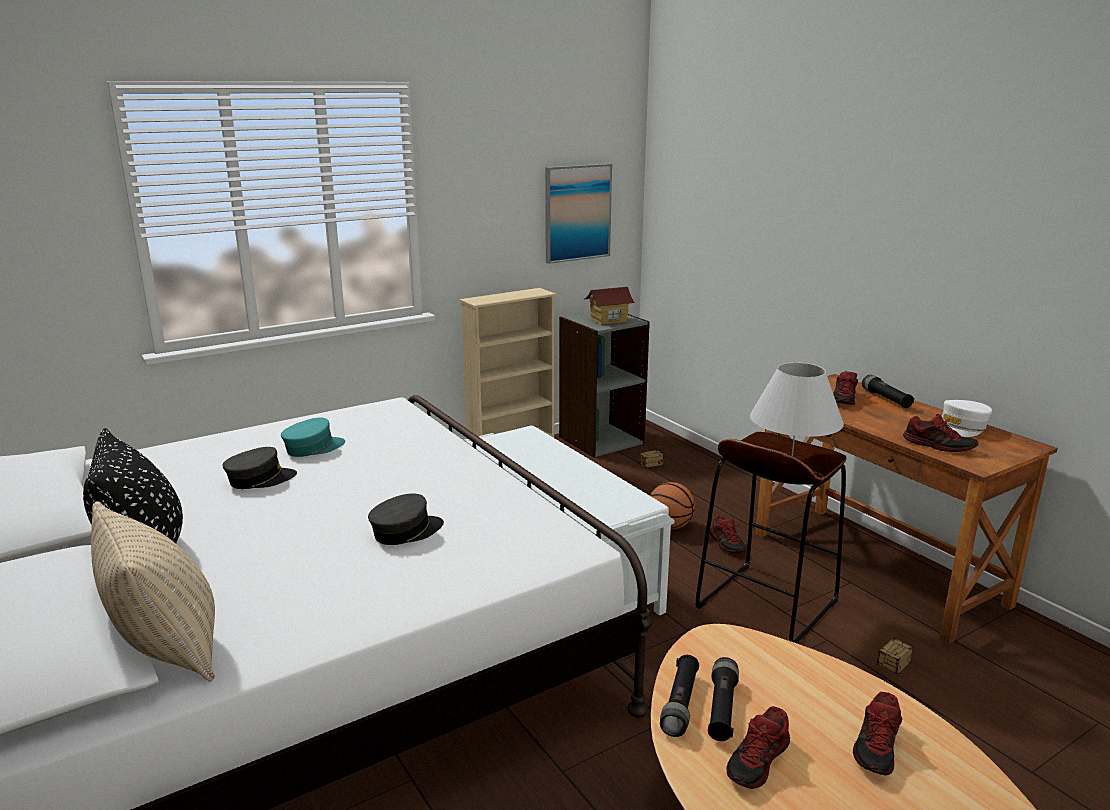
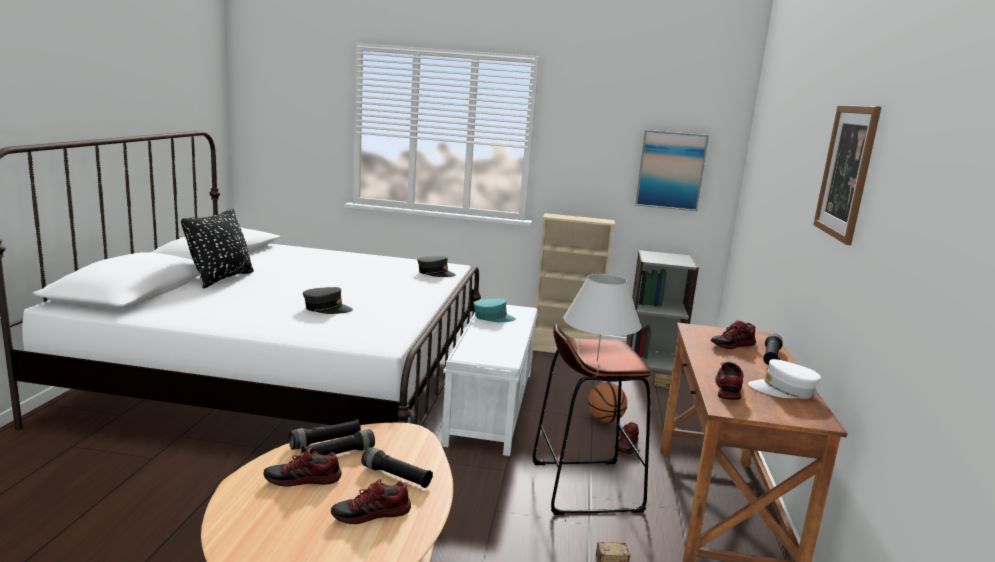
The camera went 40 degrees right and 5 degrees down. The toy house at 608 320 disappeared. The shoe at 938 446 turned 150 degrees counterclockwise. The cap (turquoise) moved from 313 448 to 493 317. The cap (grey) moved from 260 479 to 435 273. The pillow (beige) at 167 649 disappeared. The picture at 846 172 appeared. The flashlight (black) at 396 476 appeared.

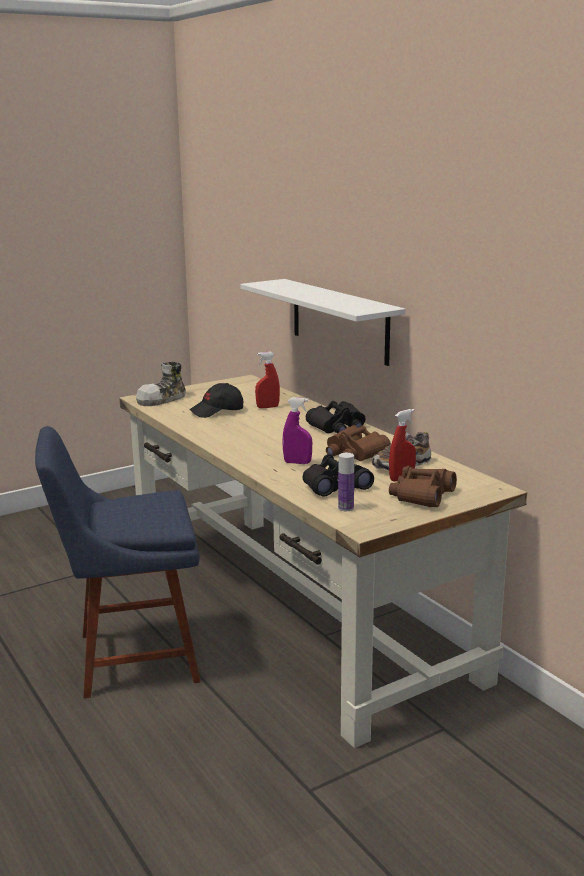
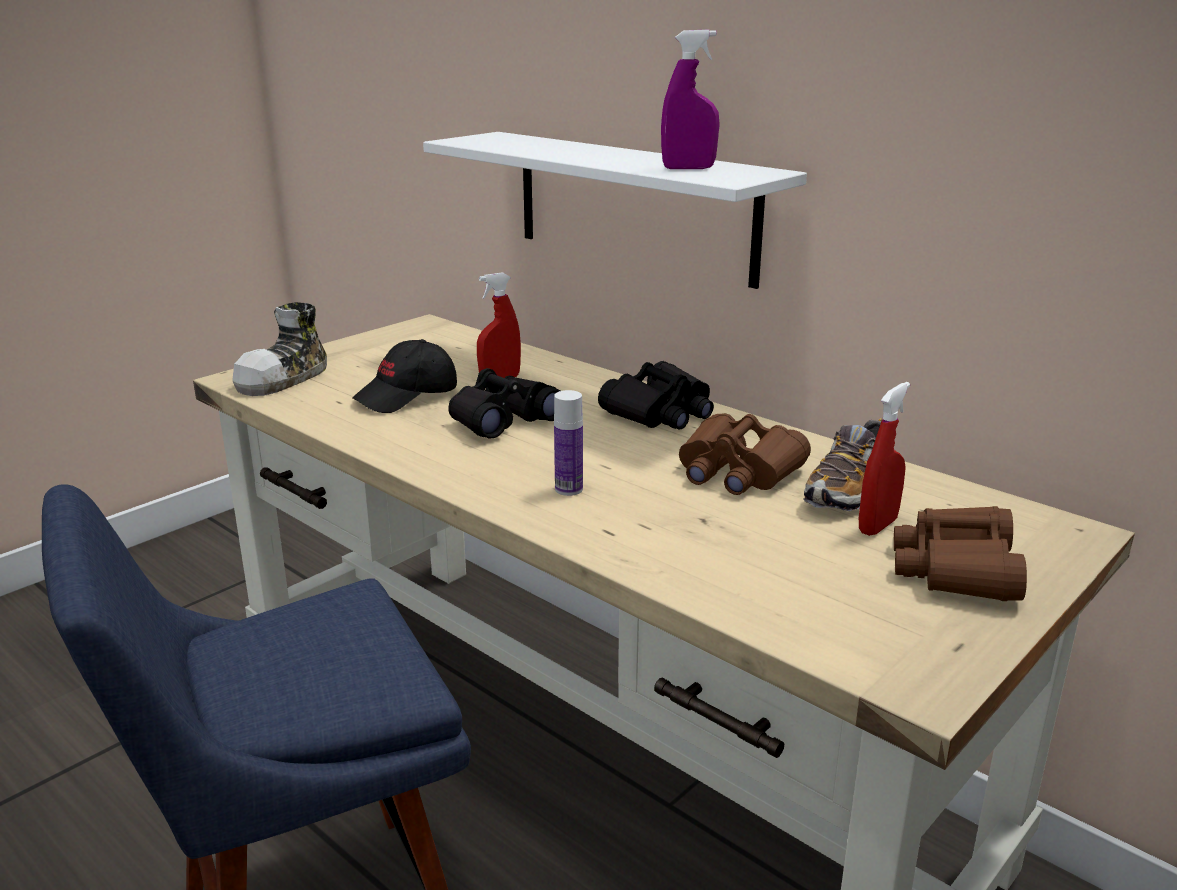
The camera went 15 degrees left and 5 degrees up. The spray bottle (purple) moved from 297 463 to 688 168. The bottle moved from 345 508 to 569 489. The binoculars (black) moved from 335 486 to 502 420.

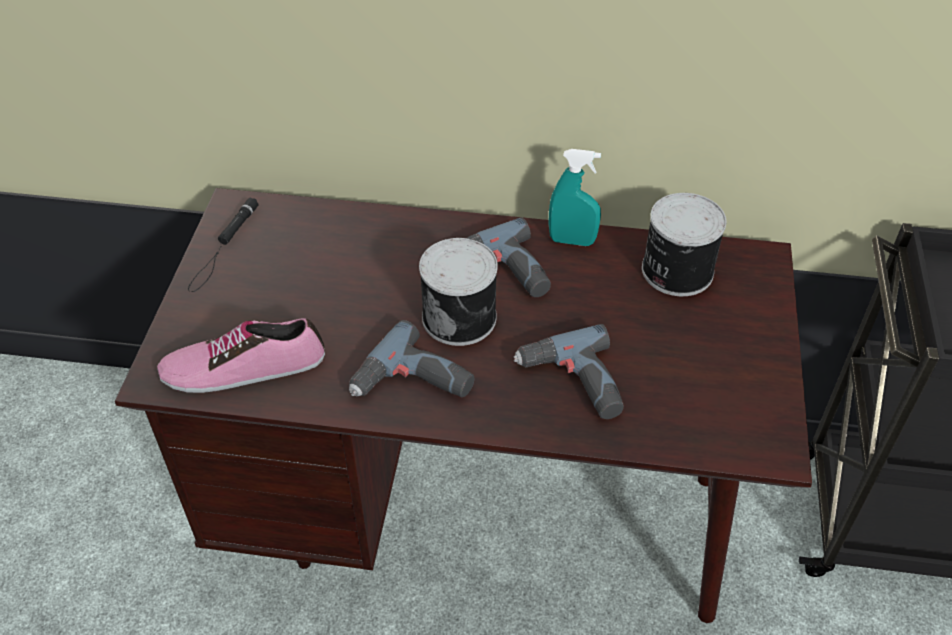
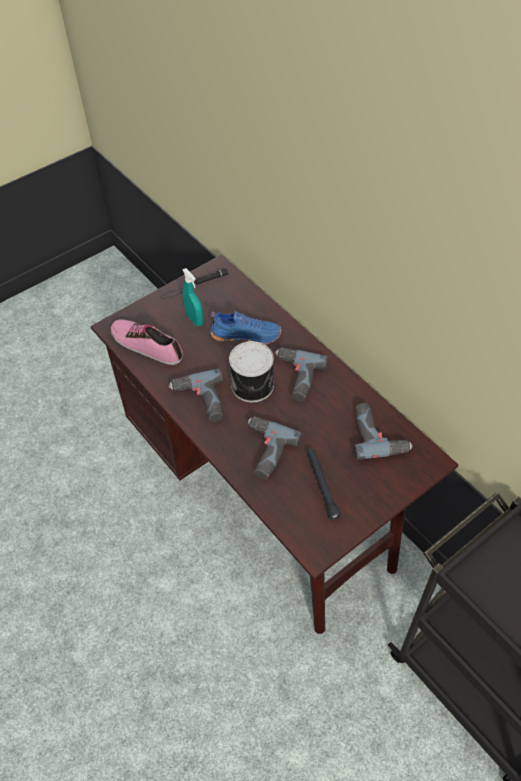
The camera went 45 degrees right and 5 degrees up. The spray bottle (turquoise) moved from 572 241 to 194 319. The can at 675 270 was replaced by the power drill at 378 434. The shoe (blue) at 246 334 appeared. The flashlight (black) at 322 485 appeared.

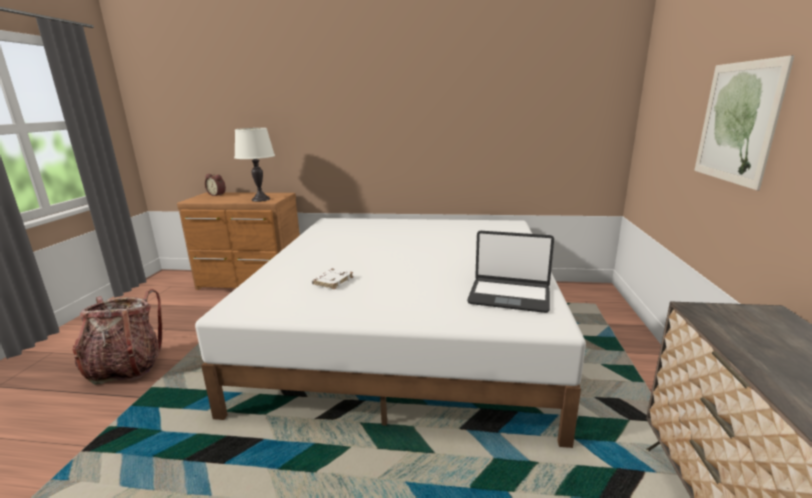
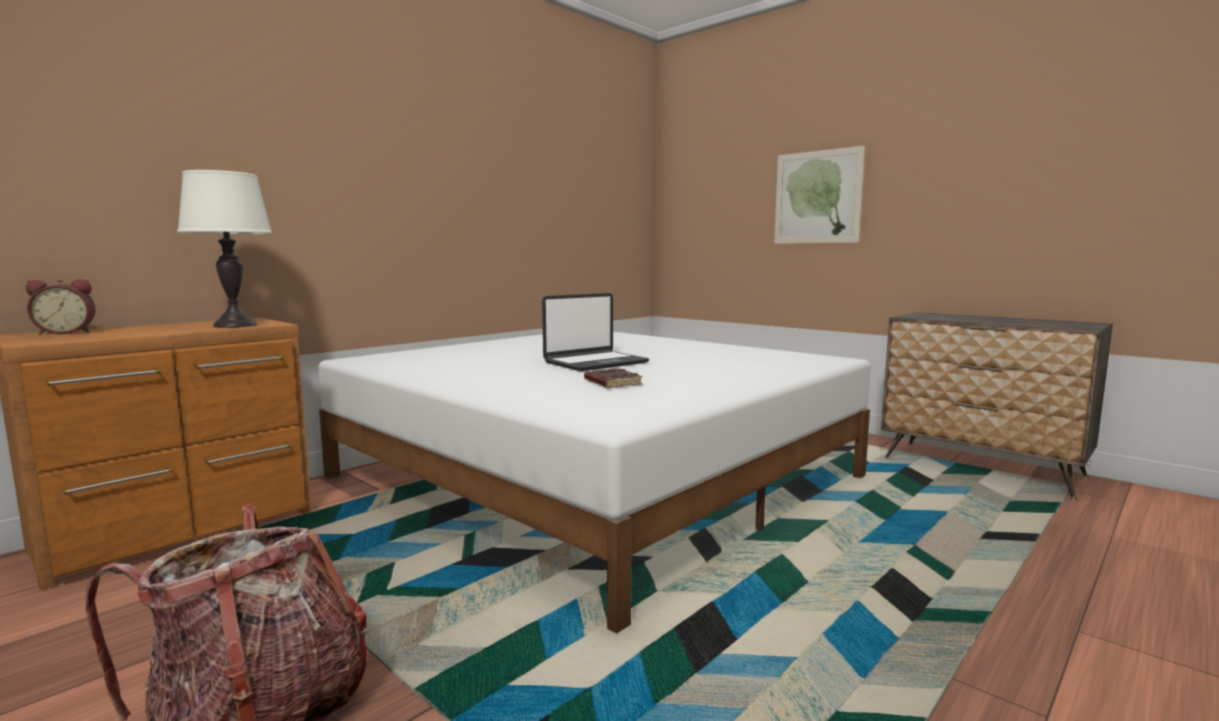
The camera went 55 degrees left and 10 degrees down. The laptop moved from 509 296 to 595 362. The book (white) at 332 281 became the book (brown) at 611 383.

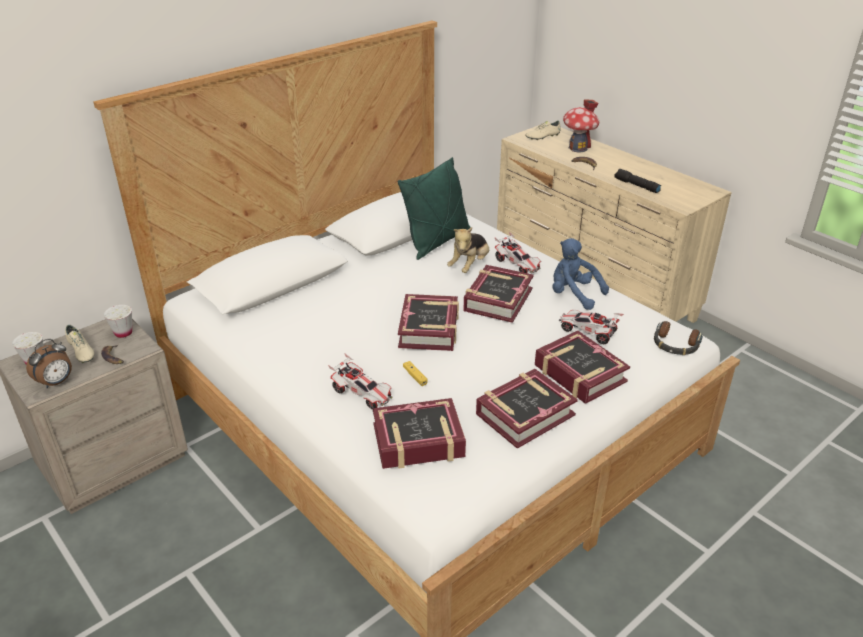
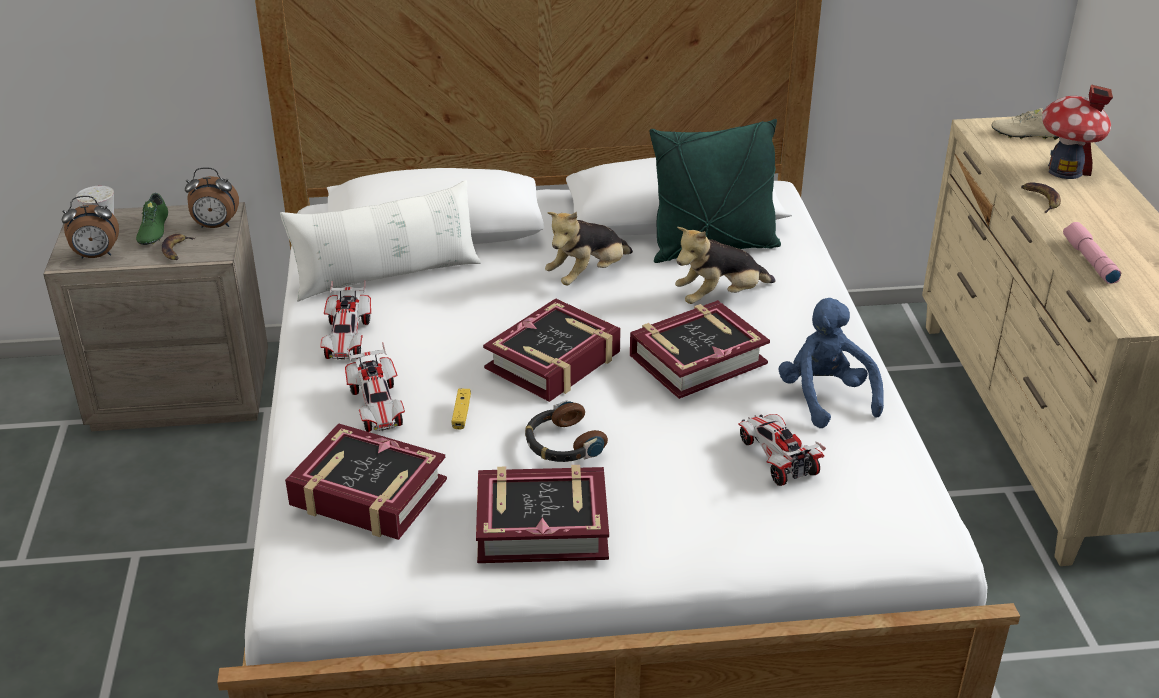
The camera went 35 degrees right and 0 degrees up. The flashlight (black) at 636 186 became the flashlight (pink) at 1089 261. The toy car moved from 517 264 to 347 339. The cup (white) at 123 333 was replaced by the alarm clock at 215 226. The headphones moved from 675 345 to 562 443. The shoe (beige) at 81 352 became the shoe (green) at 153 231. The book at 579 374 disappeared. The pillow (white) at 387 276 appeared. The plush toy at 588 275 appeared.

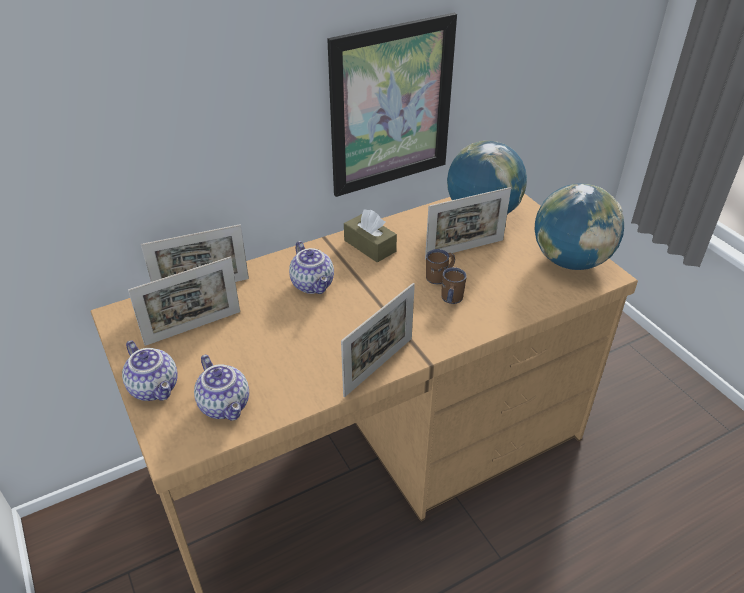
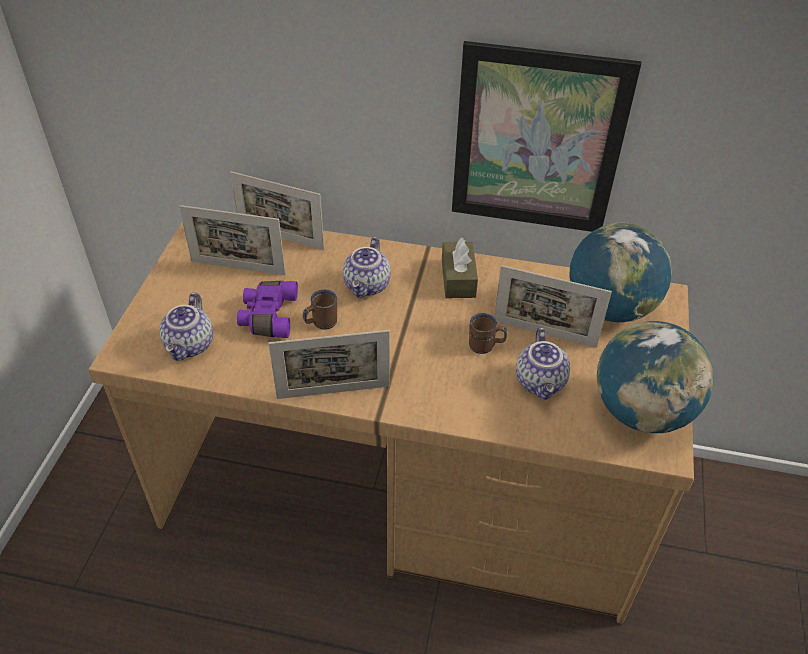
The camera went 40 degrees right and 5 degrees up. The mug (brown) moved from 451 300 to 320 323. The teapot moved from 155 387 to 541 382. The binoculars (purple) at 267 316 appeared.

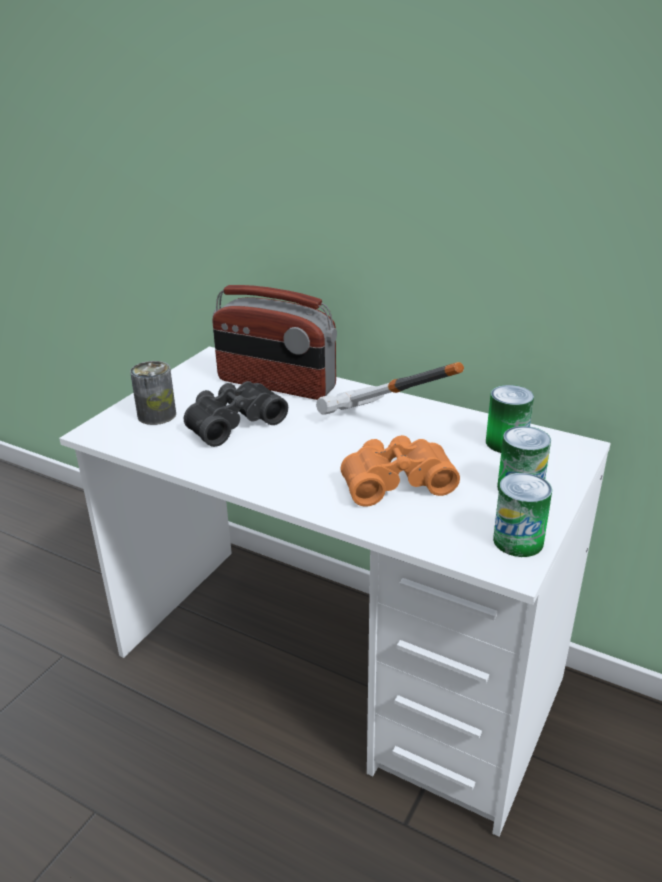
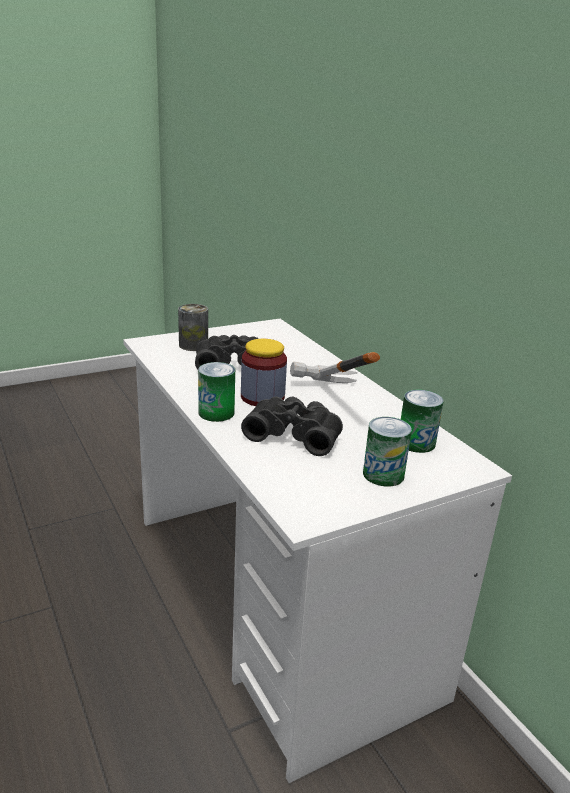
The camera went 30 degrees right and 5 degrees down. The radio at 276 385 disappeared. The binoculars (orange) at 395 481 became the binoculars (black) at 294 434. The can moved from 518 541 to 216 413. The jar at 262 397 appeared.

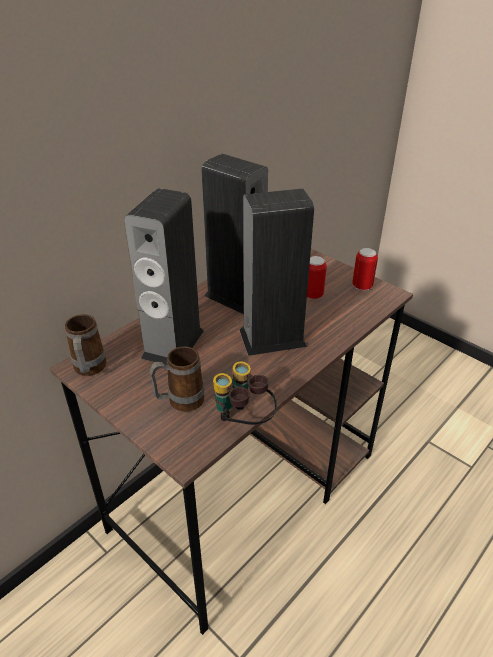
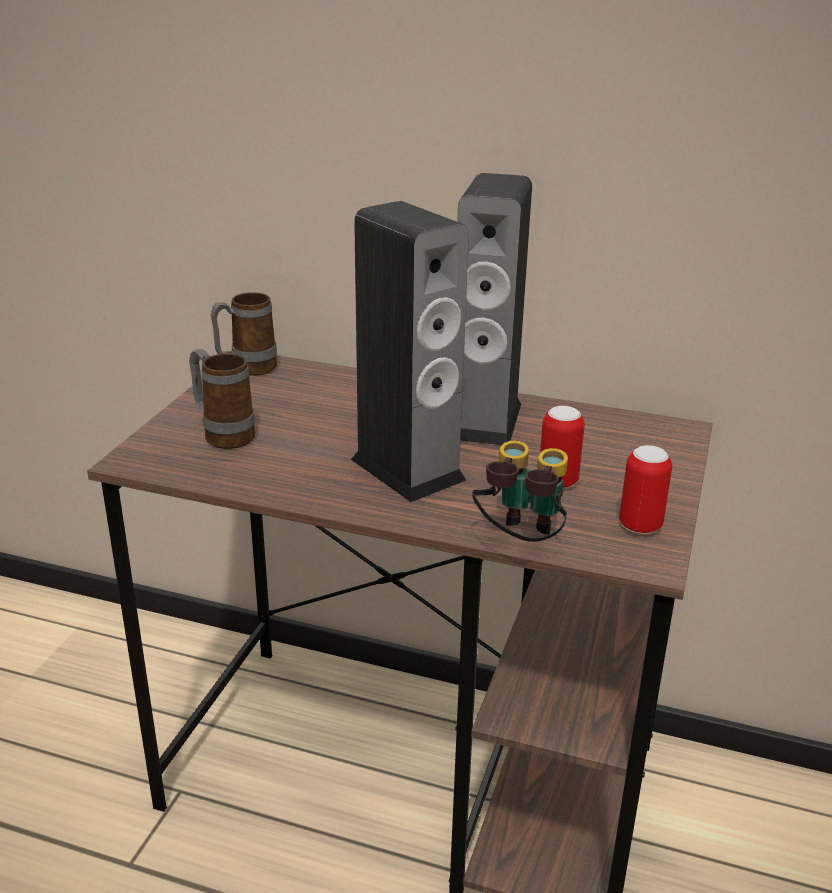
The camera went 65 degrees right and 10 degrees down. The speaker at 173 344 disappeared. The binoculars moved from 243 422 to 519 542.

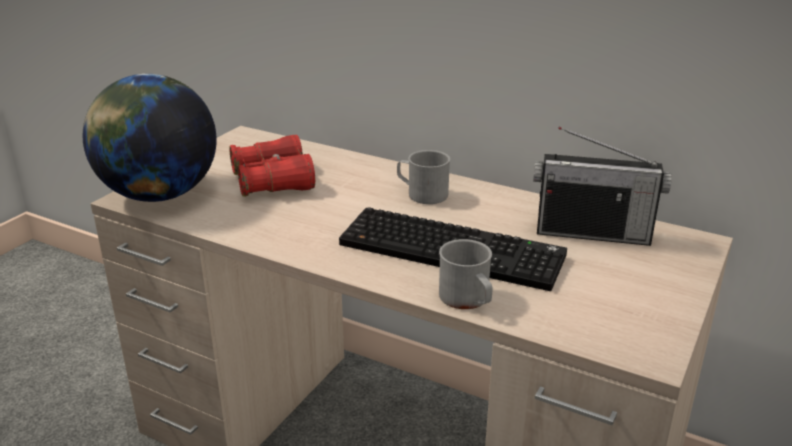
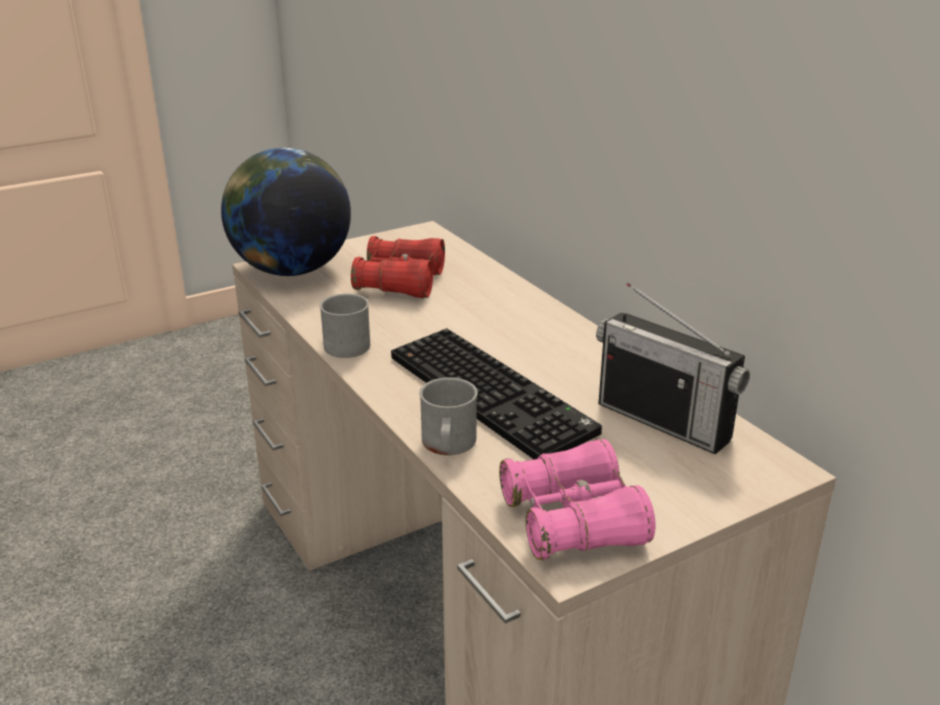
The camera went 30 degrees right and 0 degrees up. The mug (grey) moved from 422 194 to 343 343. The binoculars (pink) at 573 520 appeared.

